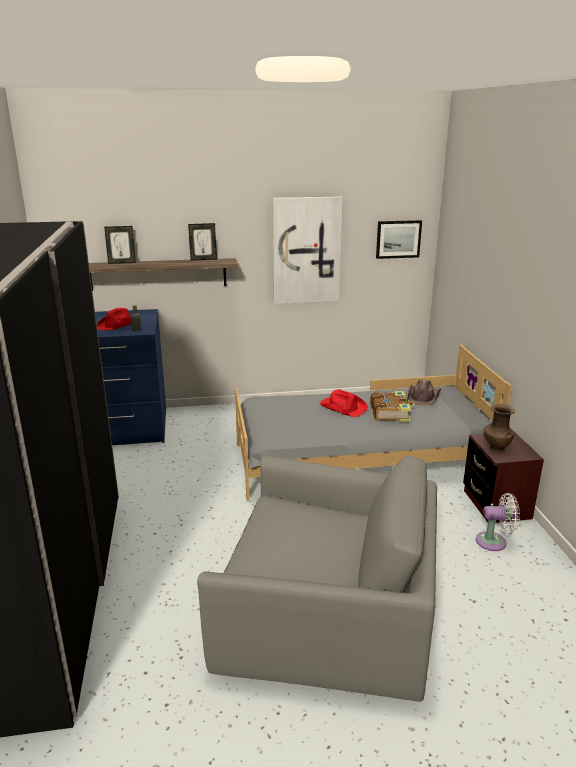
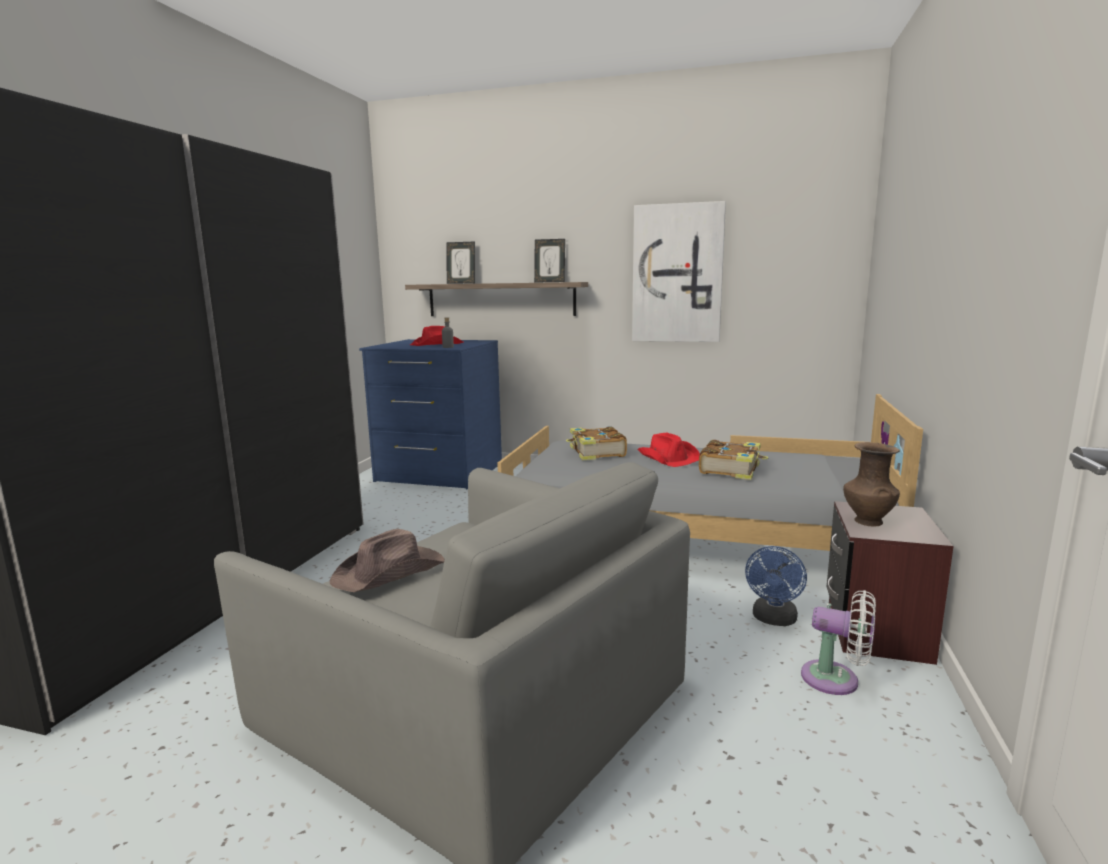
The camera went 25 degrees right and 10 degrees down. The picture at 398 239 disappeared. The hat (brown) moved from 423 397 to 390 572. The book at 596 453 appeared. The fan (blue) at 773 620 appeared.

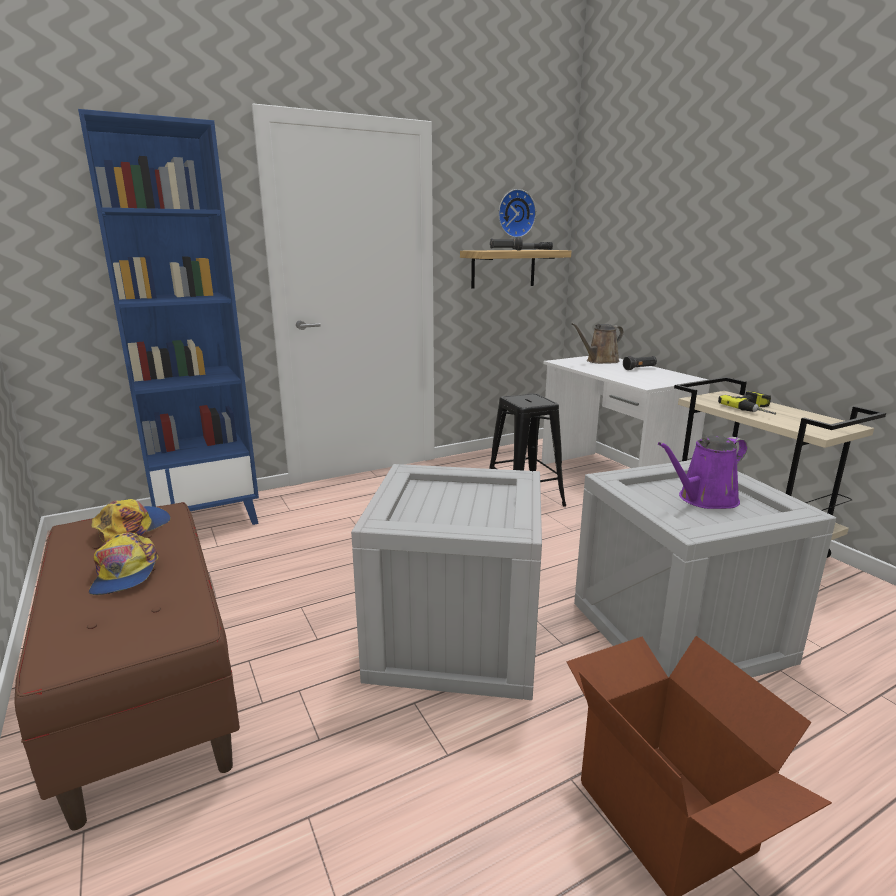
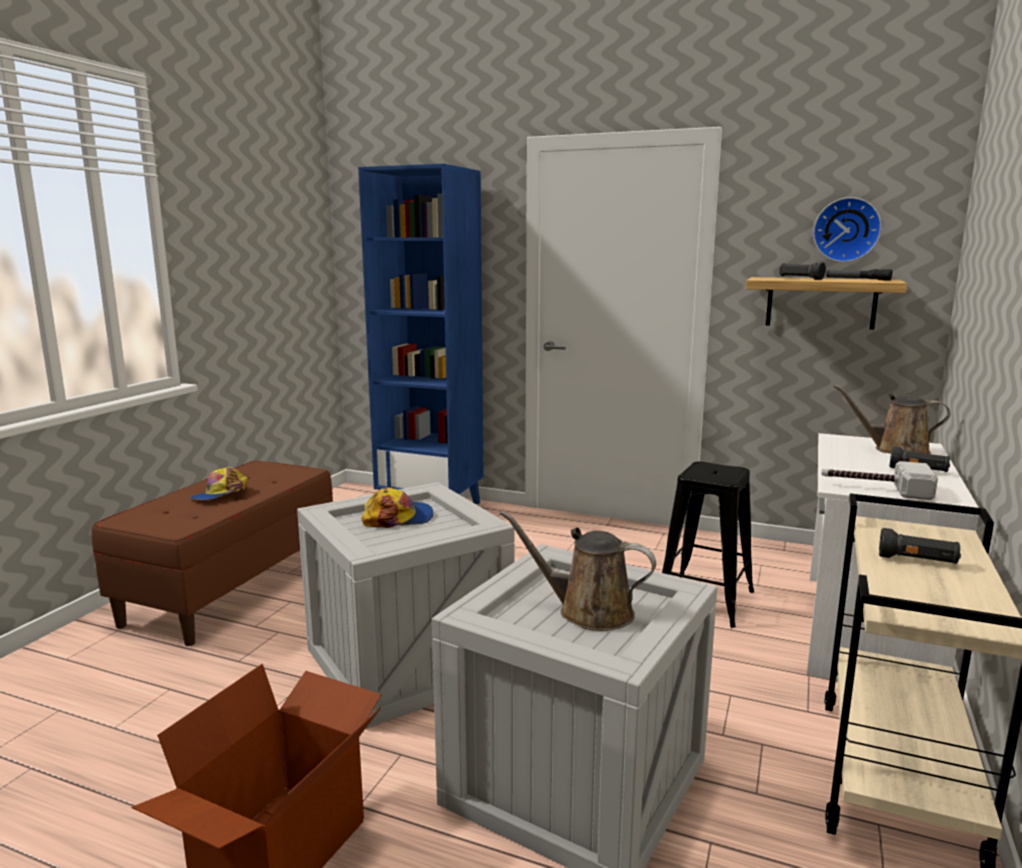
The camera went 50 degrees right and 5 degrees down. The power drill at 756 409 was replaced by the flashlight (black) at 917 561. The watering can (purple) at 704 499 became the watering can (brown) at 588 611. The cap moved from 132 527 to 398 518. The hammer at 874 489 appeared.

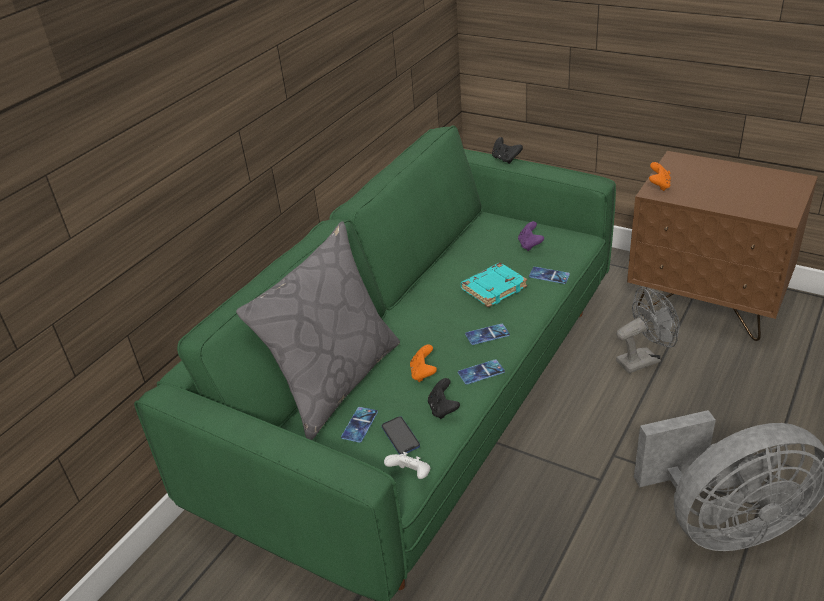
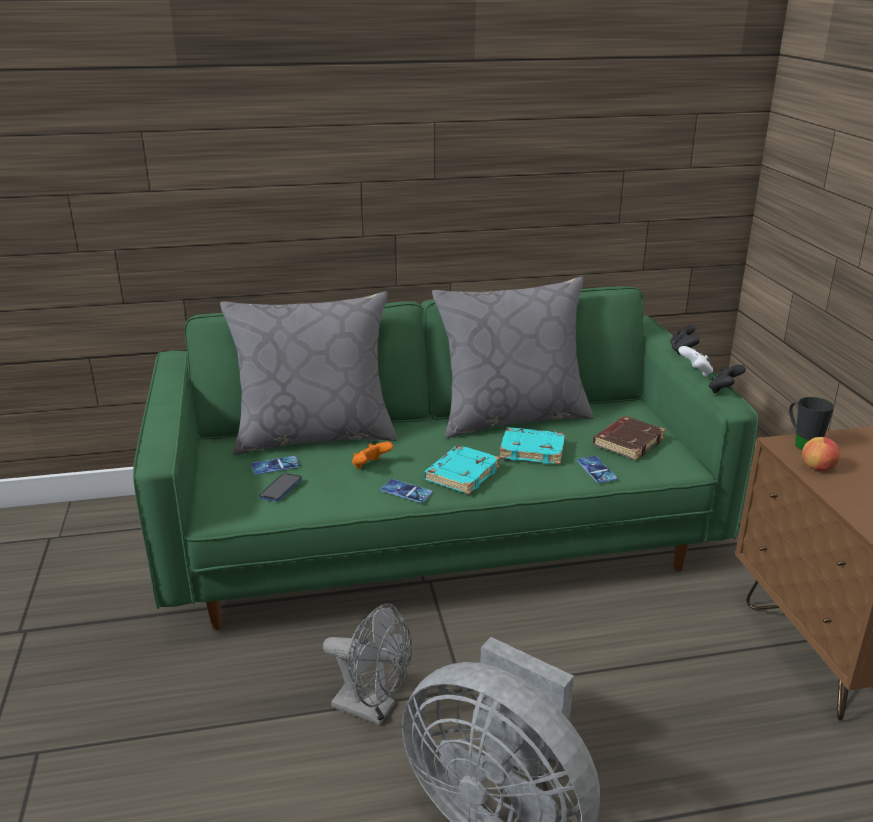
The camera went 45 degrees right and 10 degrees down. The game controller (orange) at 659 186 was replaced by the mug (black) at 802 443. The game controller (purple) at 530 245 was replaced by the book (brown) at 628 442. The fan (grey) moved from 643 359 to 373 709. The phone at 487 334 was replaced by the book (turquoise) at 461 474. The game controller (black) moved from 443 409 to 724 390. The game controller (white) moved from 411 475 to 695 372. The pillow (grey) at 512 417 appeared. The apple at 818 468 appeared.

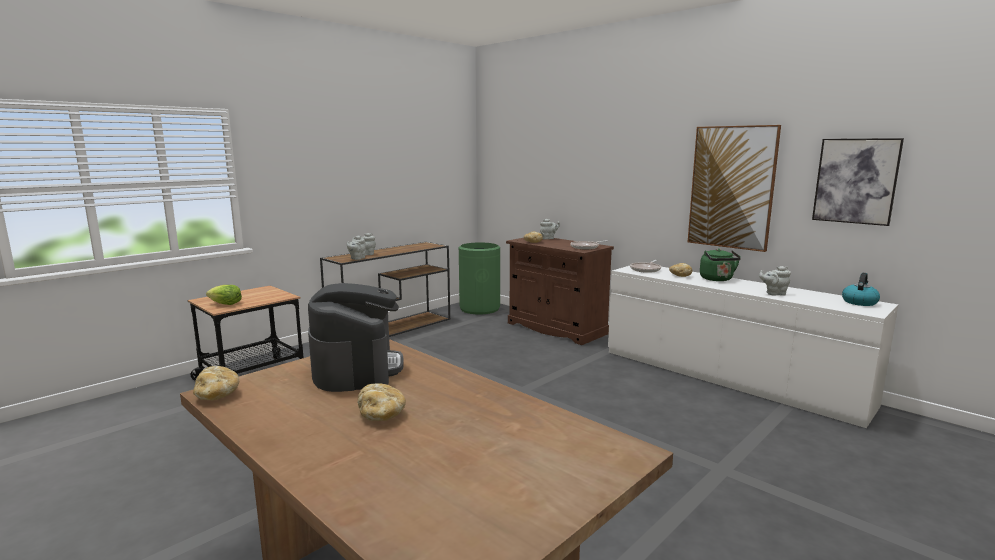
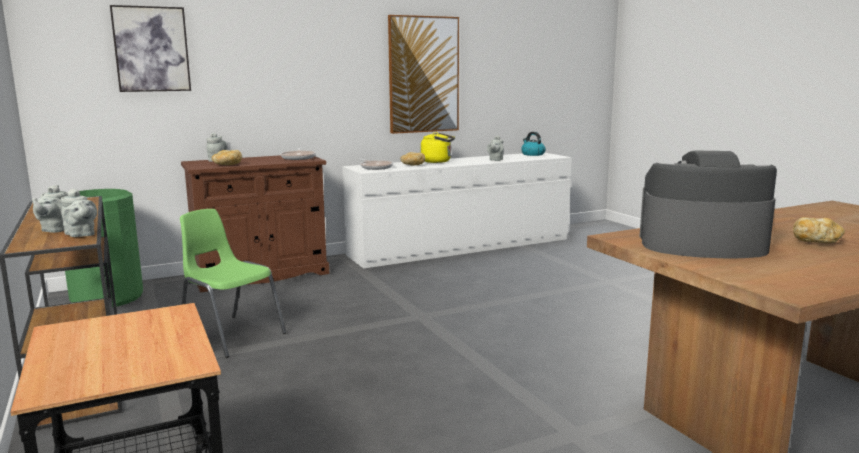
The camera went 70 degrees left and 0 degrees up. The picture moved from 855 181 to 151 49. The kettle (green) at 717 279 became the kettle (yellow) at 438 161. The lettuce at 225 304 disappeared. The bread at 217 395 disappeared. The chair (green) at 231 335 appeared.

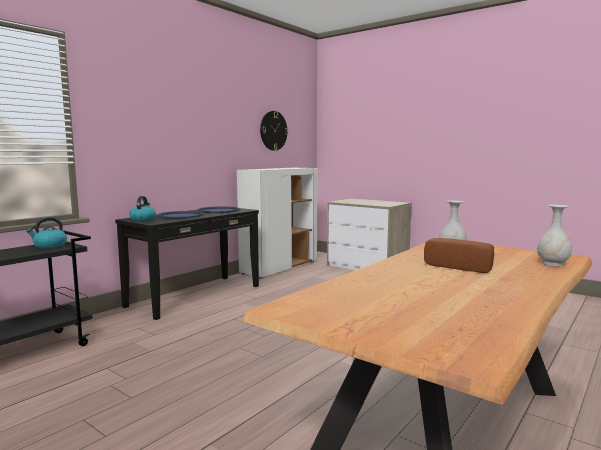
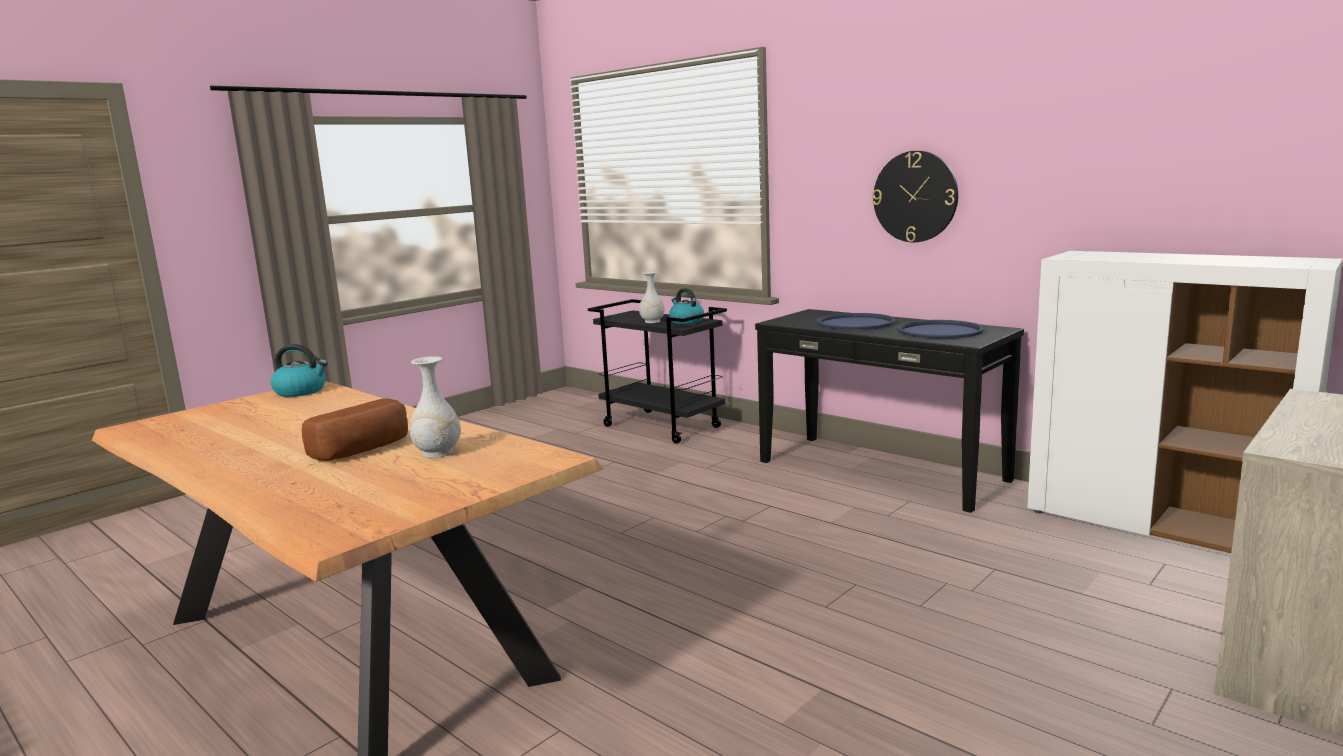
The camera went 95 degrees right and 5 degrees up. The wall clock moved from 273 130 to 915 196. The kettle moved from 143 219 to 301 391. The vase (white) moved from 553 264 to 652 322.

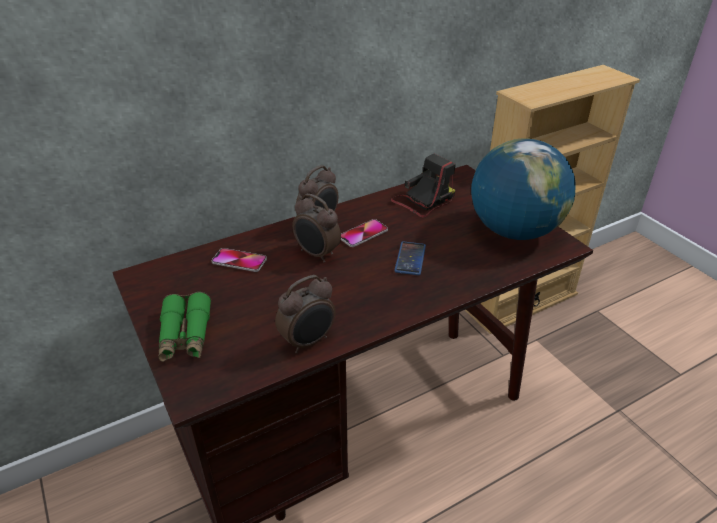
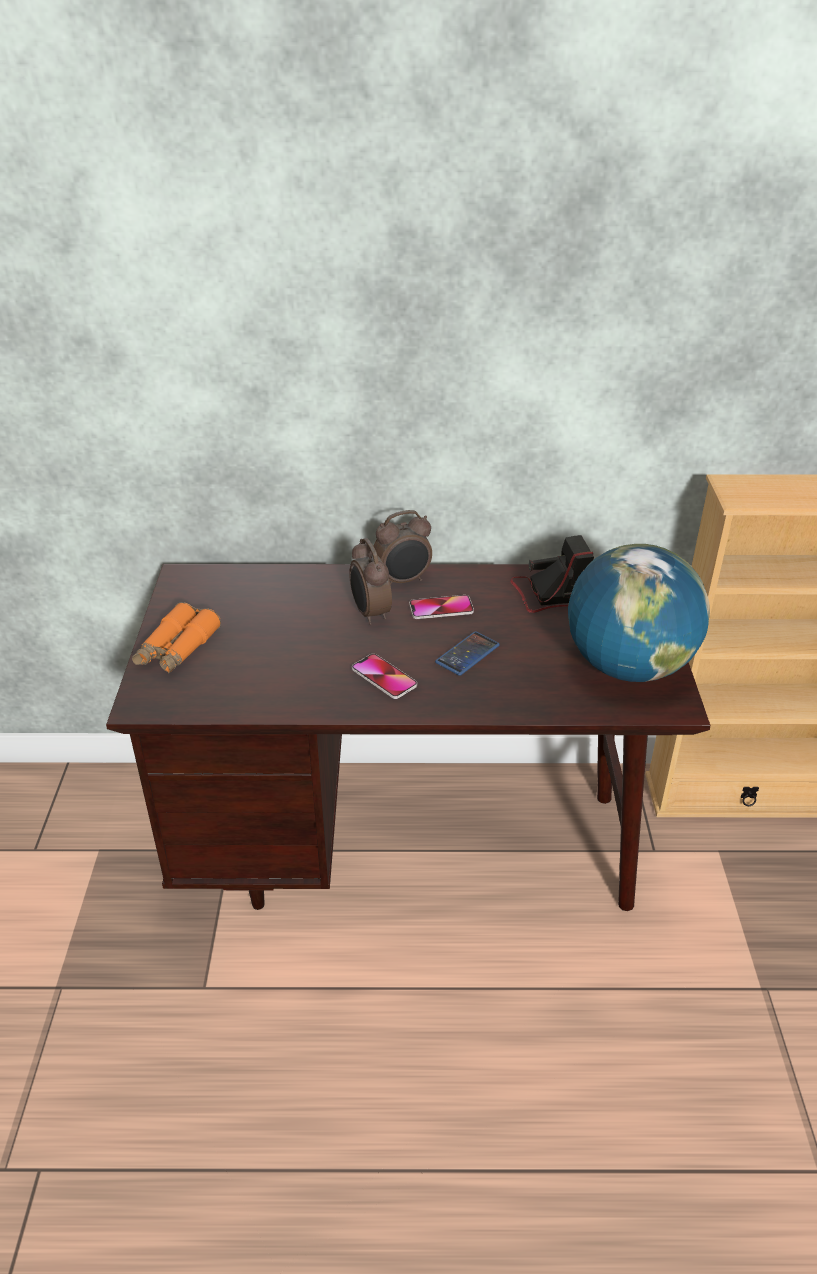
The camera went 30 degrees right and 0 degrees up. The phone moved from 239 261 to 384 677. The alarm clock at 308 341 disappeared. The binoculars (green) at 185 335 became the binoculars (orange) at 177 649.

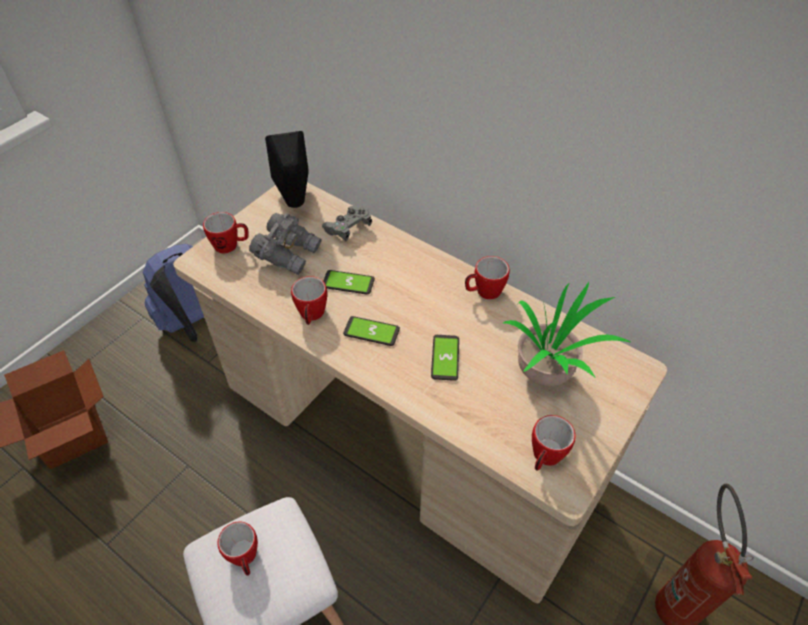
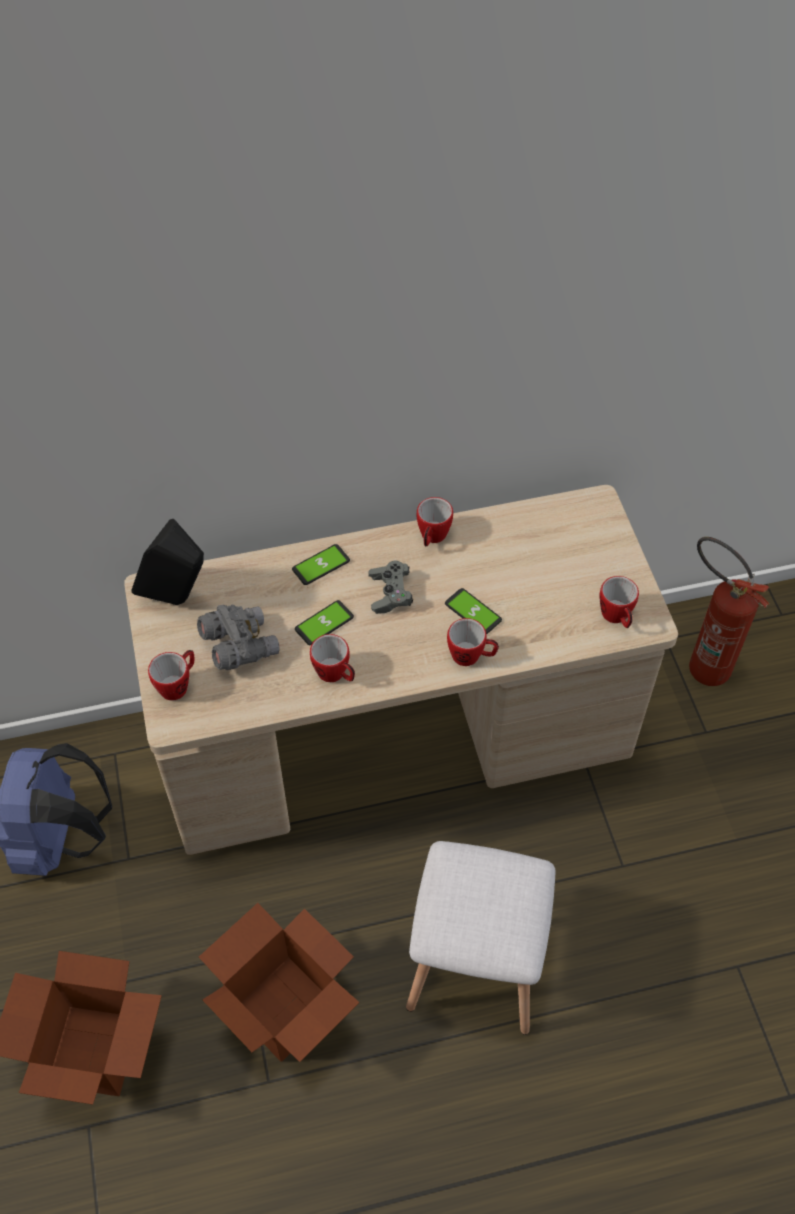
The camera went 50 degrees left and 5 degrees up. The game controller (grey) moved from 348 228 to 390 593. The potted plant at 548 374 disappeared. The phone moved from 371 332 to 321 565. The mug moved from 245 559 to 471 656. The cardboard box at 284 1009 appeared.

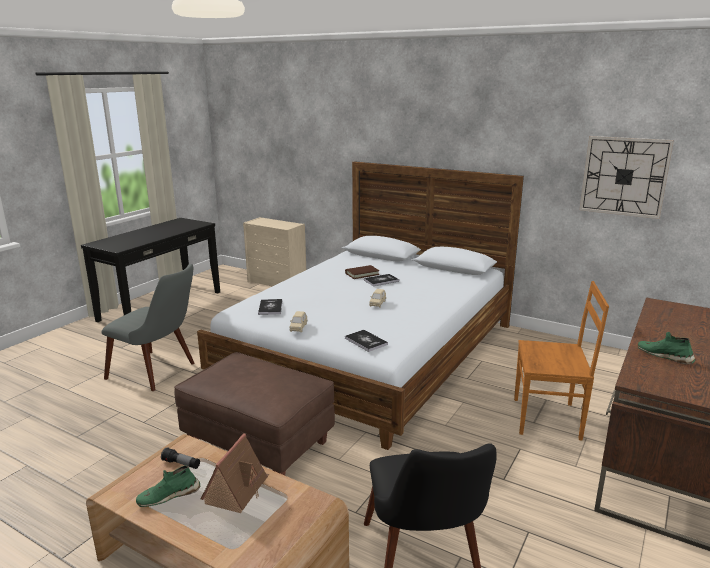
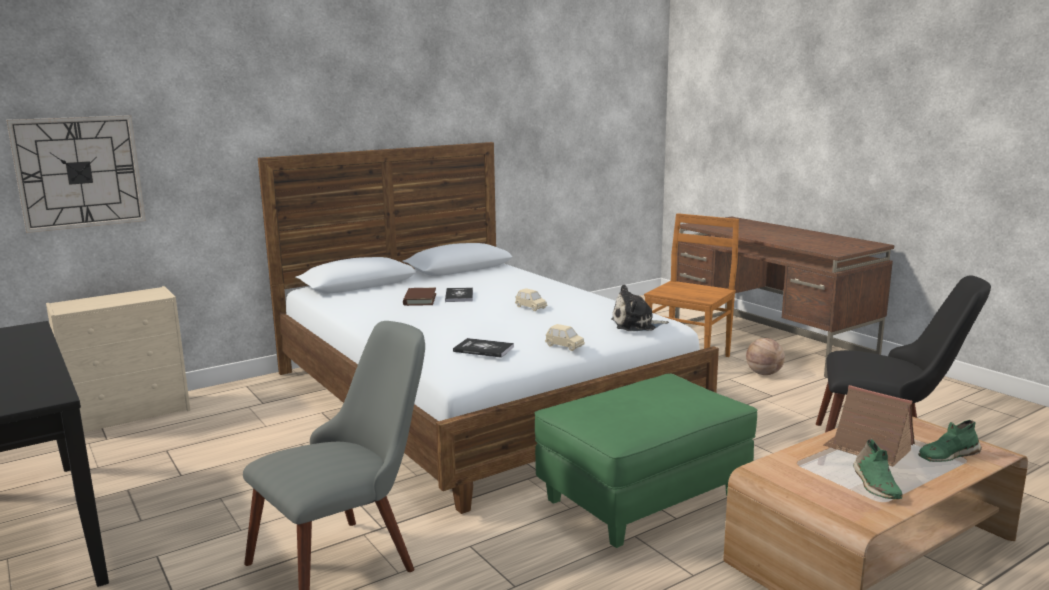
The camera went 65 degrees left and 5 degrees down. The wall clock moved from 624 176 to 79 172. The book at 366 341 was replaced by the plush toy at 636 325. The shoe (green) moved from 665 356 to 947 455. The ottoman (brown) at 258 444 became the ottoman (green) at 643 499. The flashlight at 181 464 disappeared. The basketball at 764 374 appeared.

